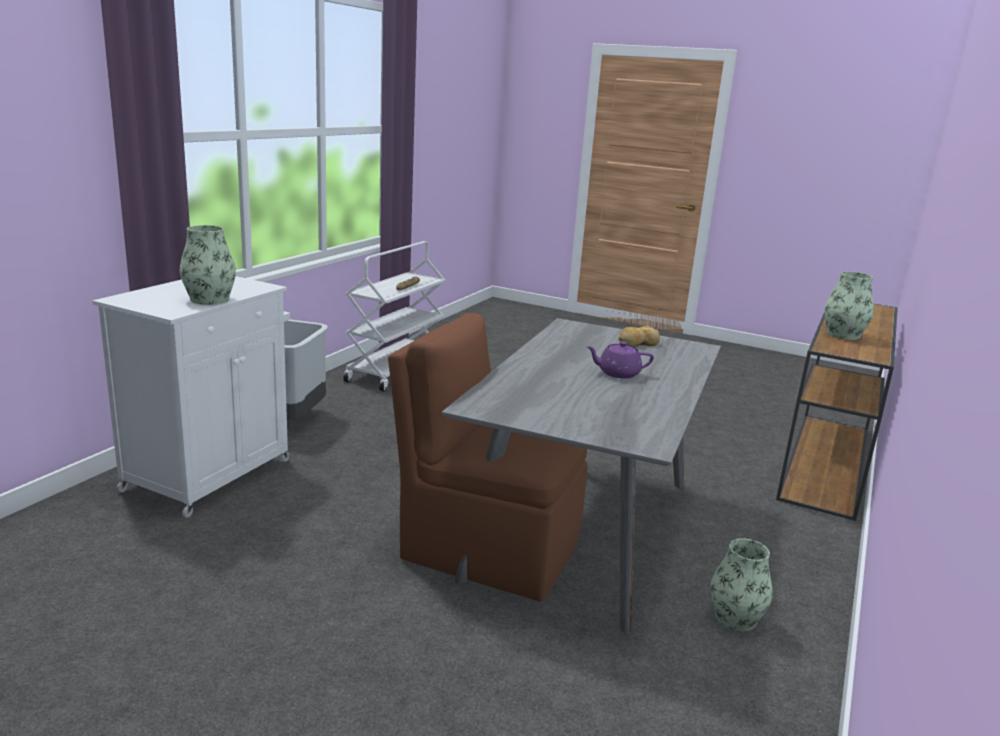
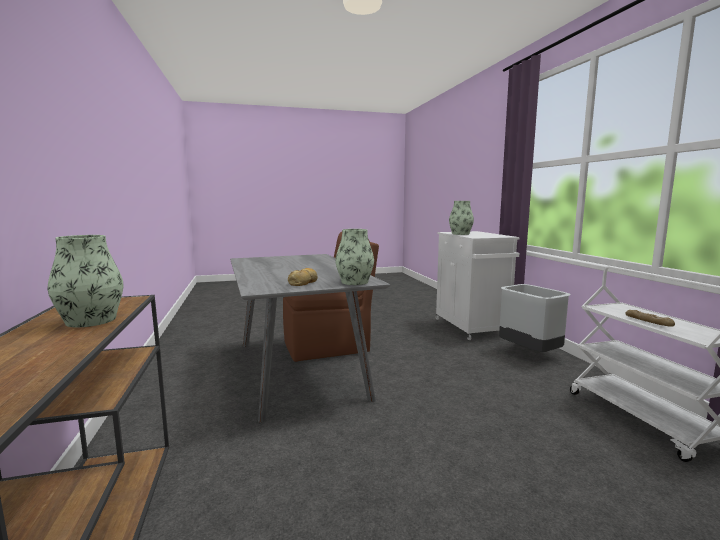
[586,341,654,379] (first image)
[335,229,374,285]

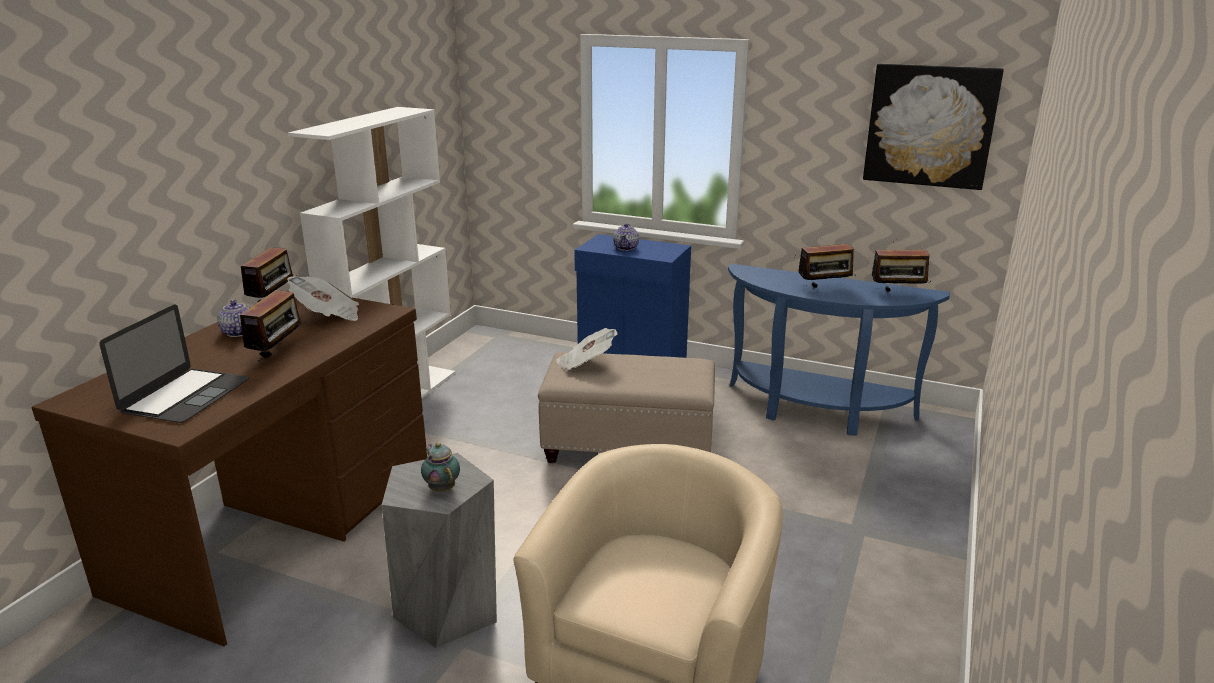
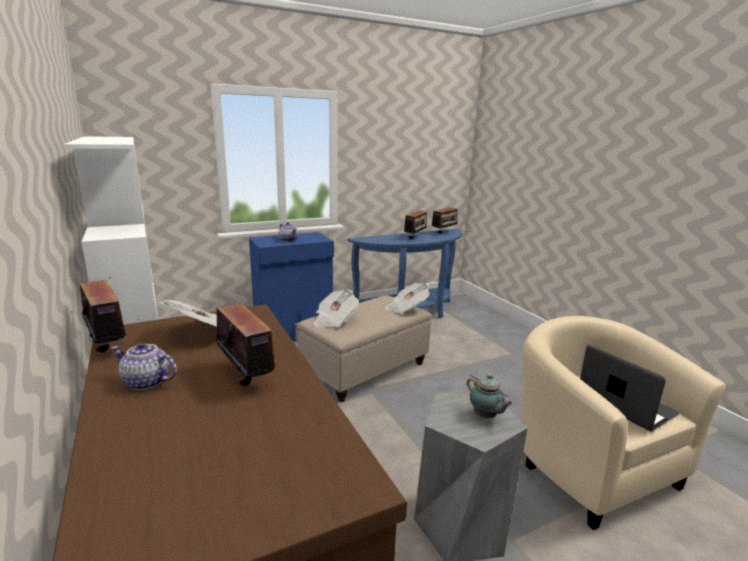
[580,345,680,431]
[467,374,513,418]
[863,64,1004,190] (first image)
[385,283,430,314]

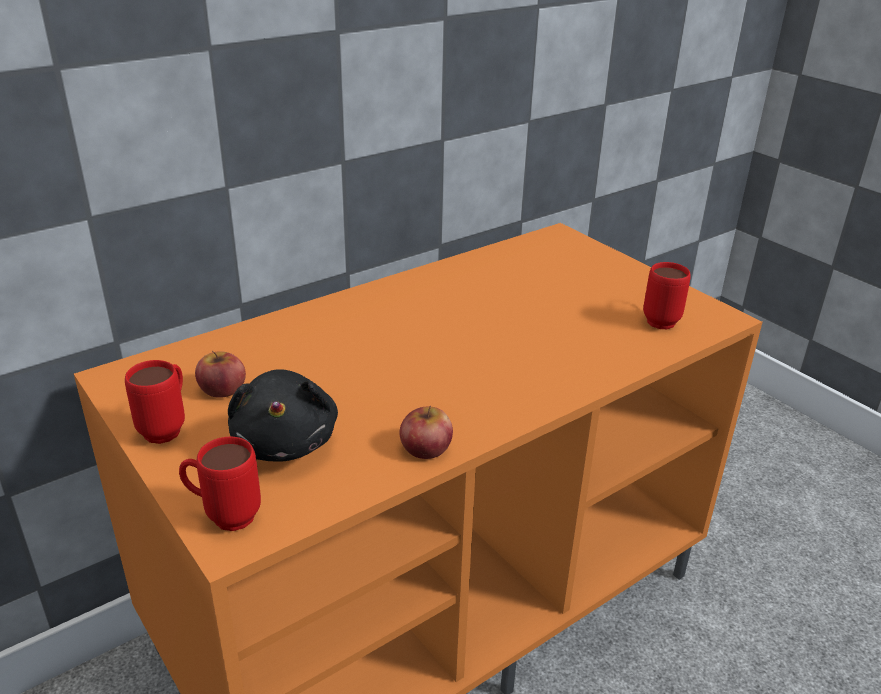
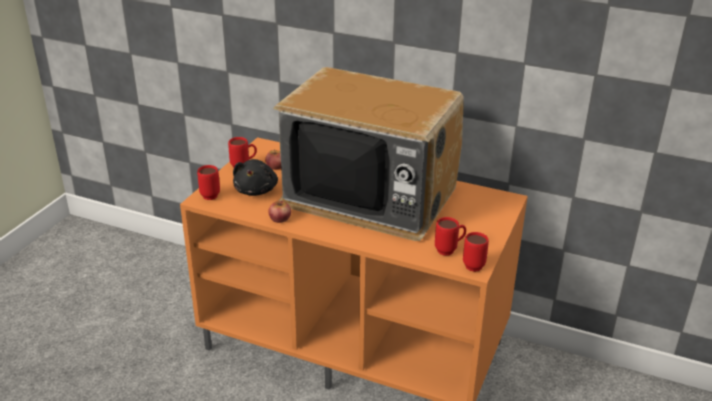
[233,159,278,196]
[273,67,464,241]
[463,232,489,272]

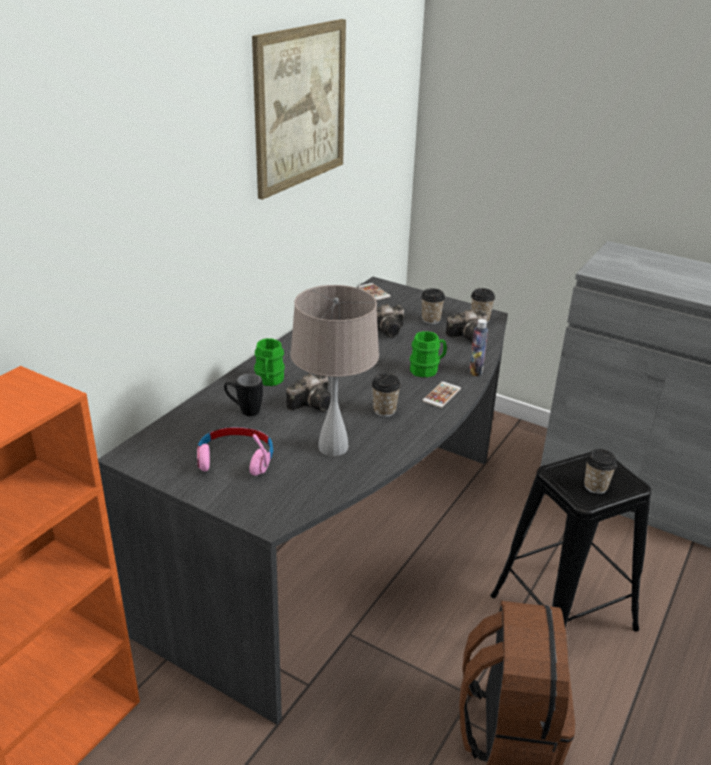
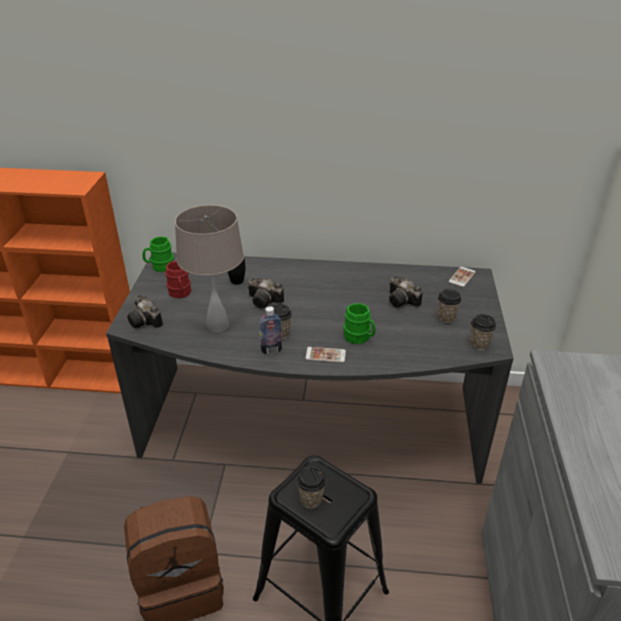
[165,261,191,298]
[252,19,346,200] (first image)
[142,237,174,272]
[127,295,163,328]
[259,306,282,354]

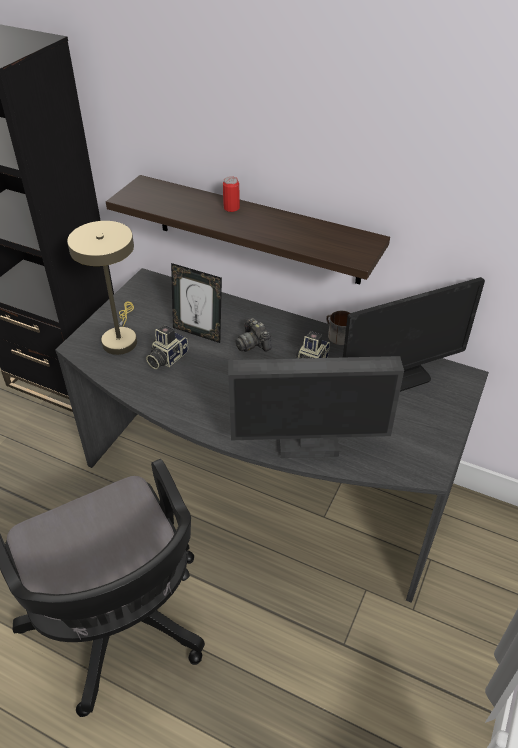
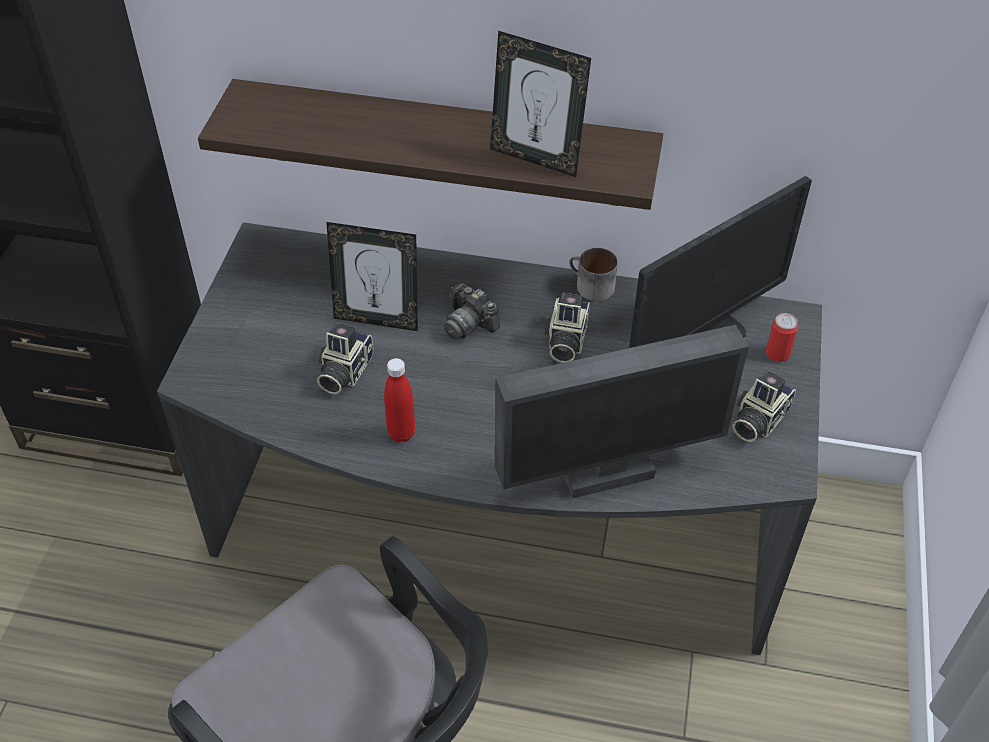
[67,221,137,355] (first image)
[765,313,798,362]
[384,358,415,442]
[490,31,591,177]
[733,370,796,442]

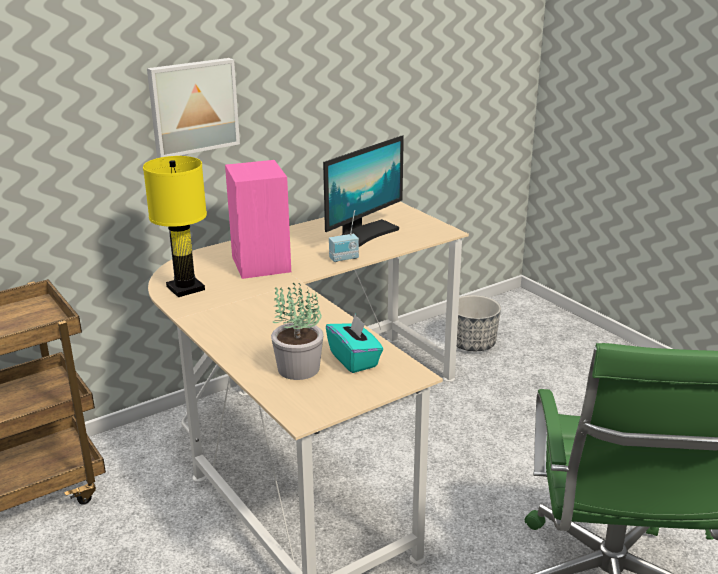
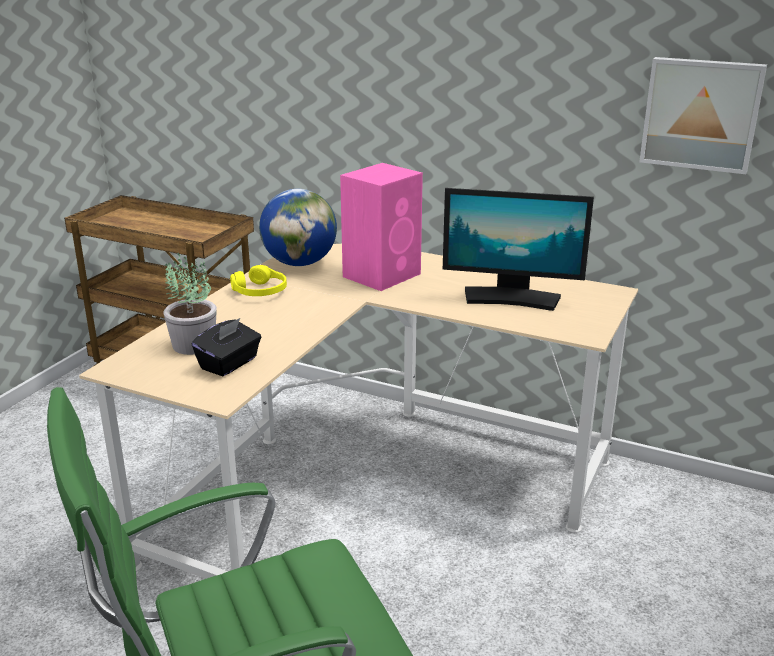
[259,189,337,266]
[639,57,767,174]
[192,318,261,376]
[329,210,359,262] (first image)
[457,295,501,351] (first image)
[230,265,287,296]

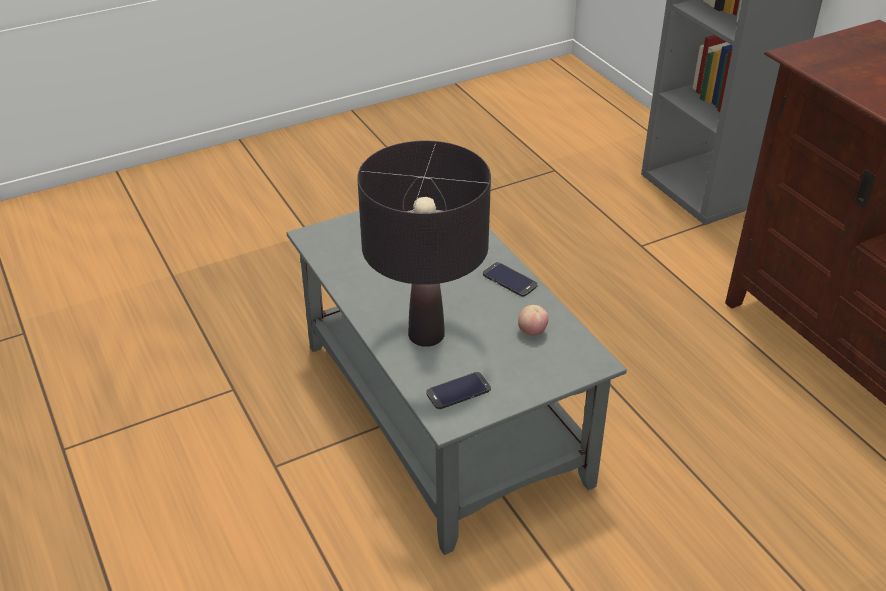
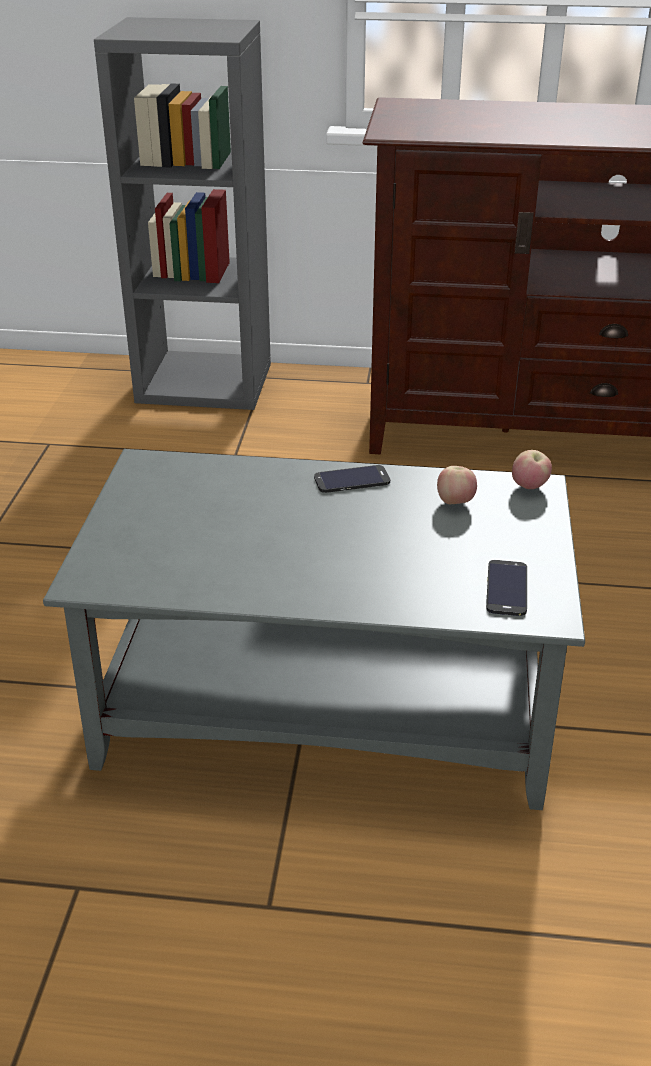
[357,141,491,347] (first image)
[512,450,552,489]

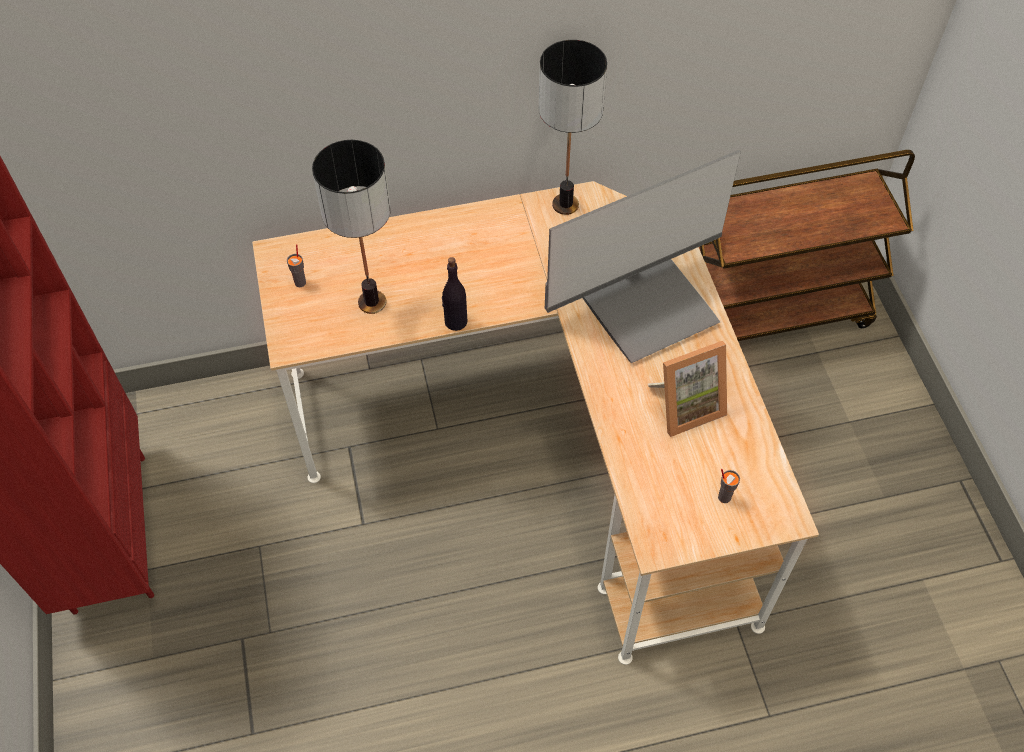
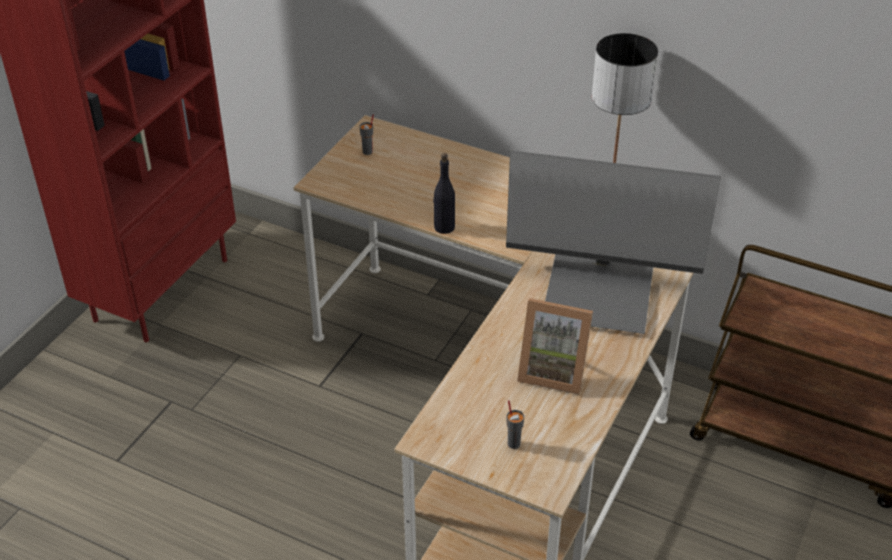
[312,140,391,314] (first image)

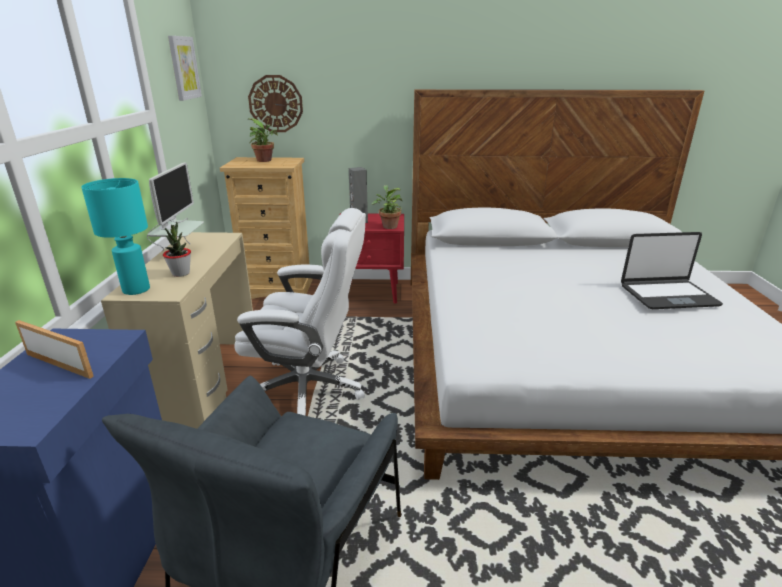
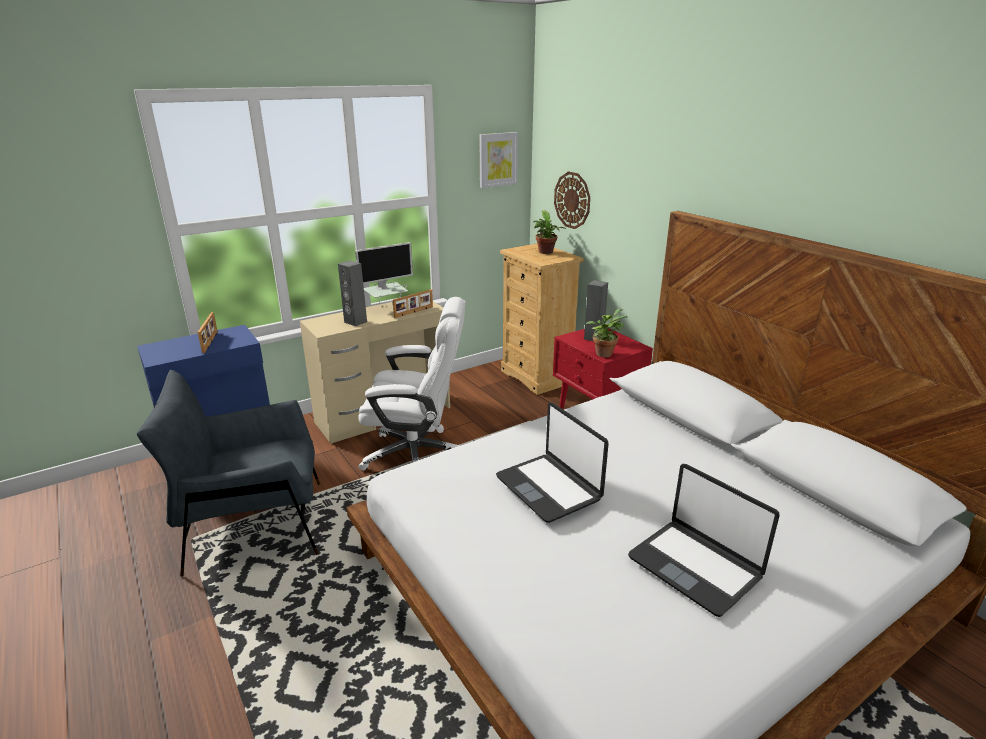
[81,178,150,295] (first image)
[338,260,367,326]
[358,297,466,471]
[393,289,433,318]
[496,402,609,523]

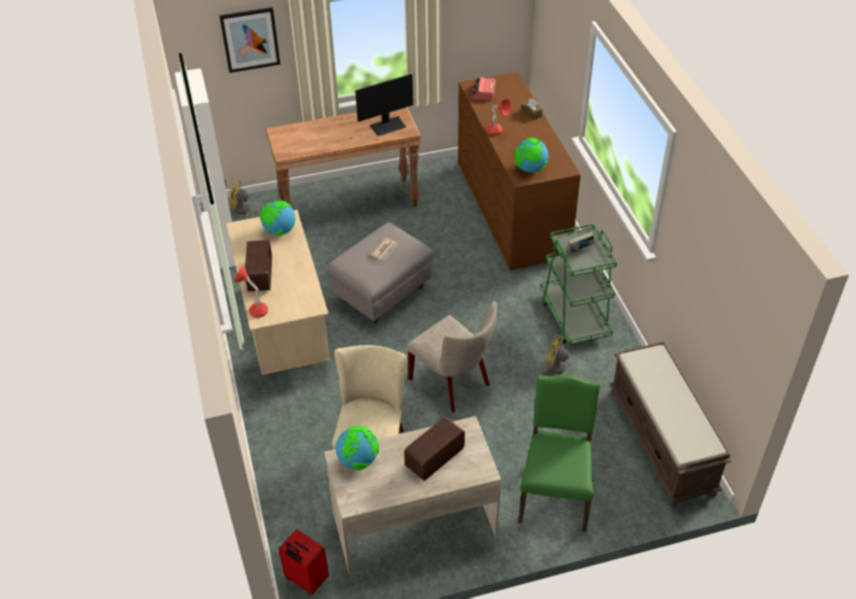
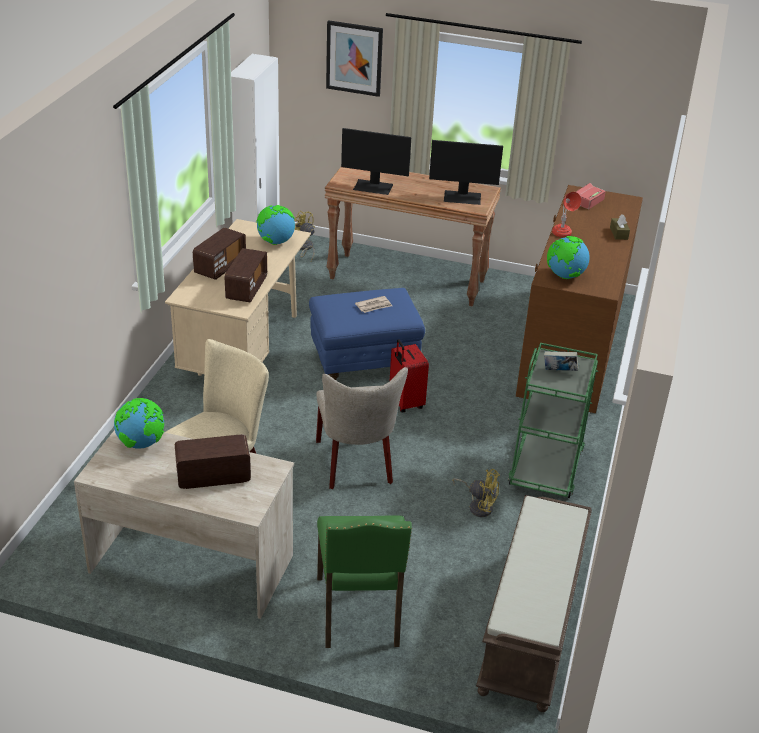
[234,266,268,318] (first image)
[390,339,429,412]
[309,288,425,380]
[317,515,412,648]
[452,469,500,517]
[225,248,267,302]
[341,128,411,195]

